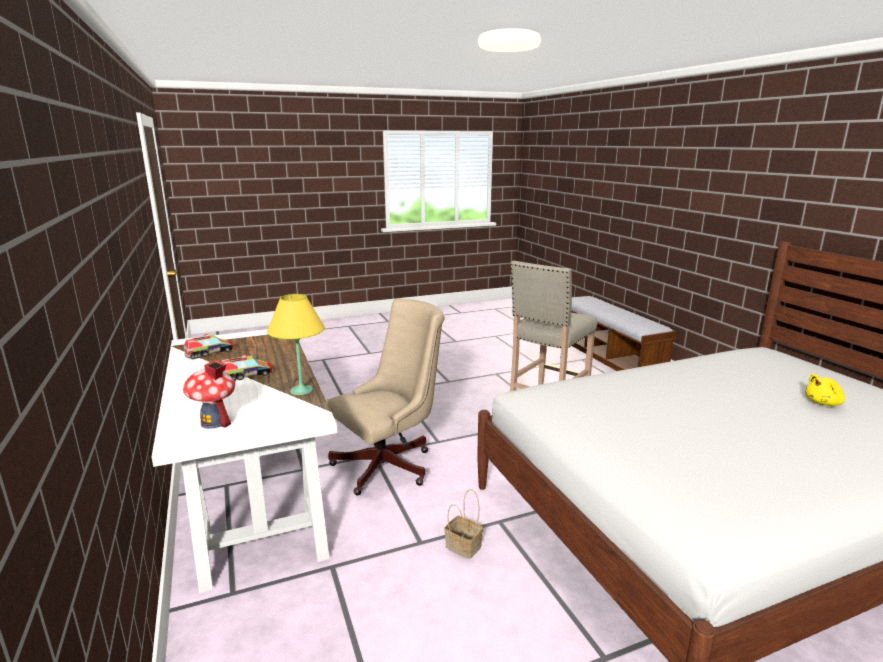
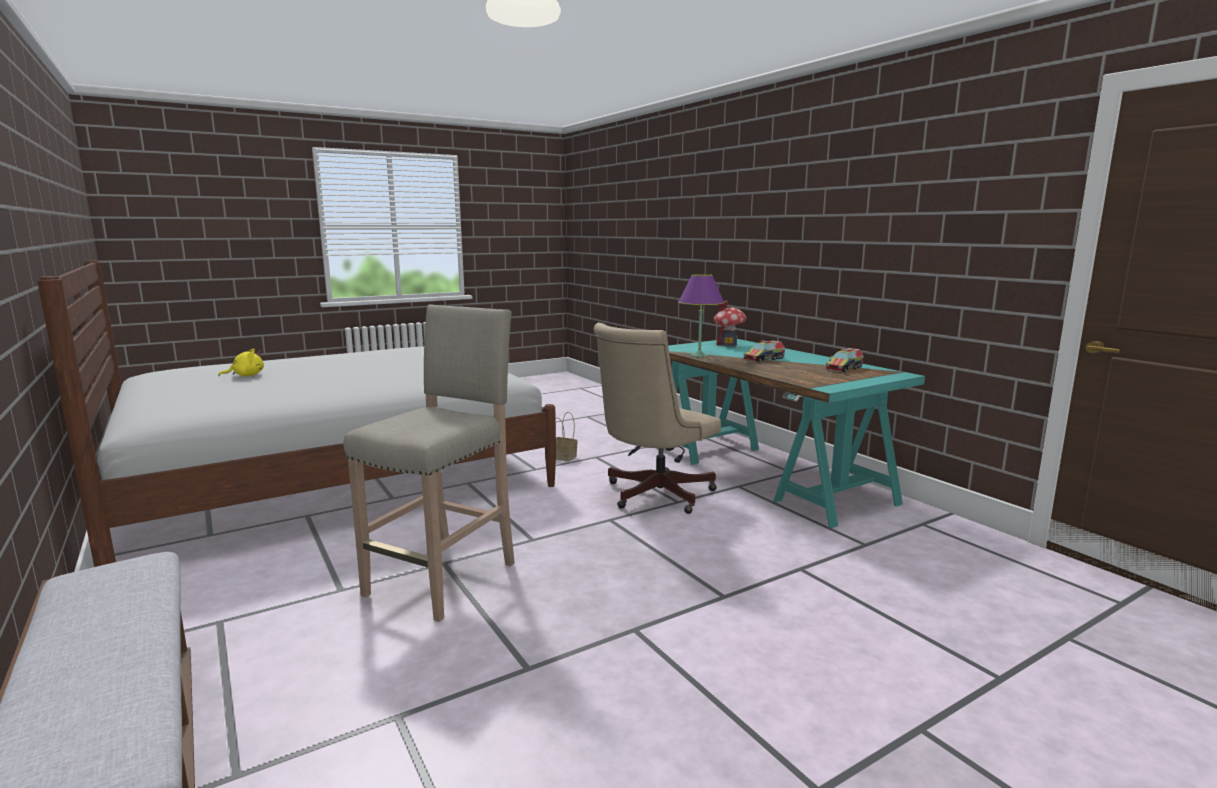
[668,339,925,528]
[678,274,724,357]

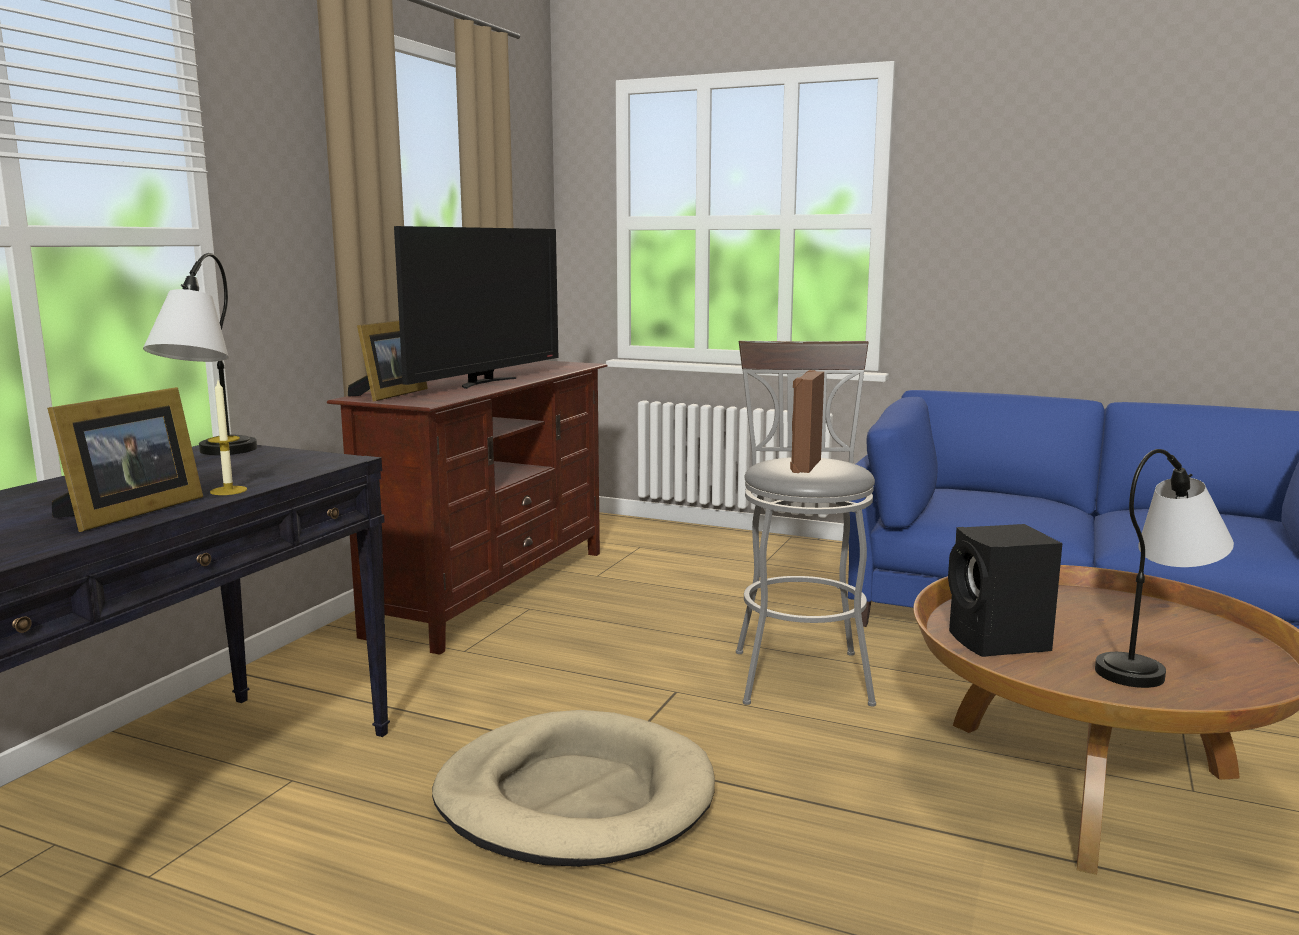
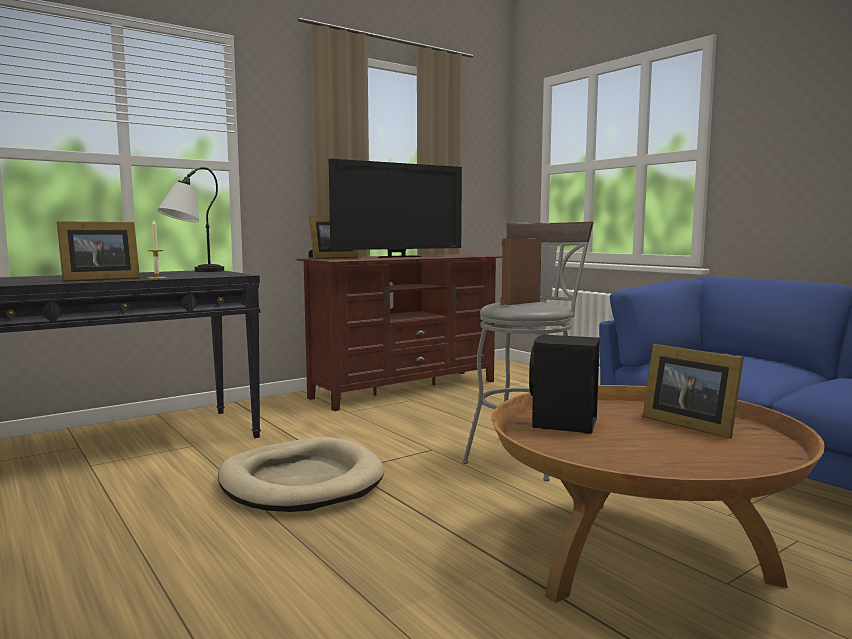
[1095,449,1234,688] (first image)
[642,344,744,439]

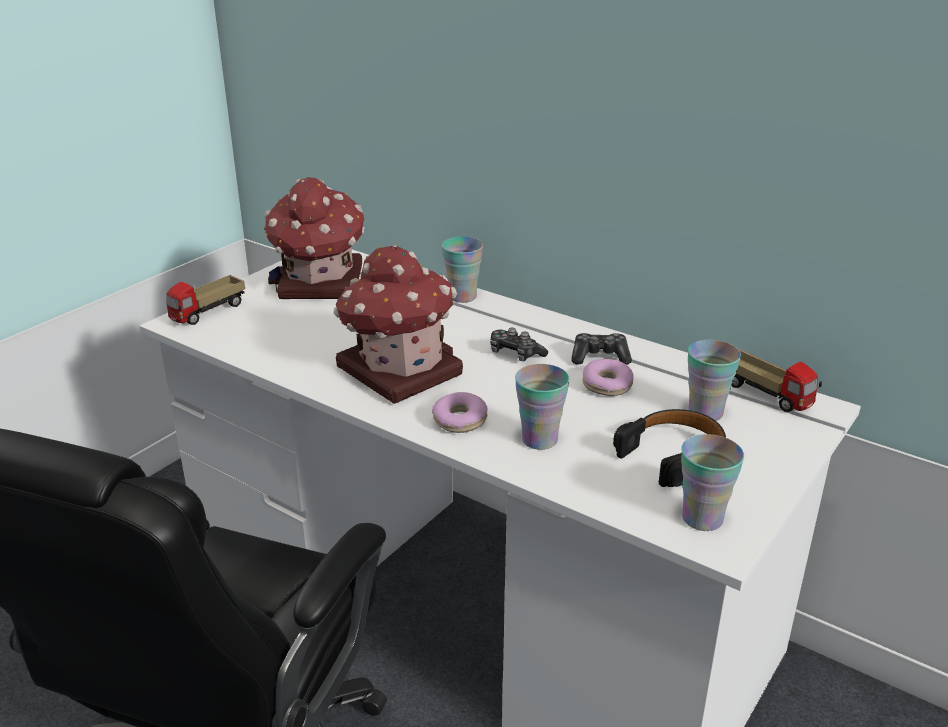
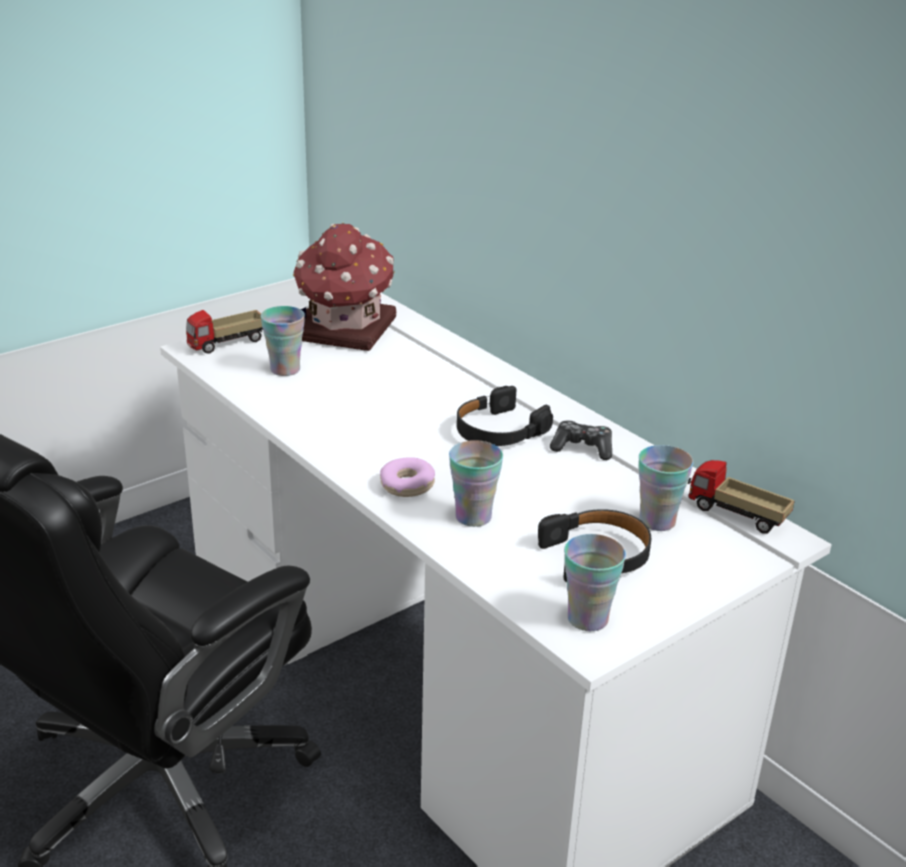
[333,245,463,404] (first image)
[260,306,305,376]
[457,386,553,446]
[582,359,634,396] (first image)
[688,460,795,533]

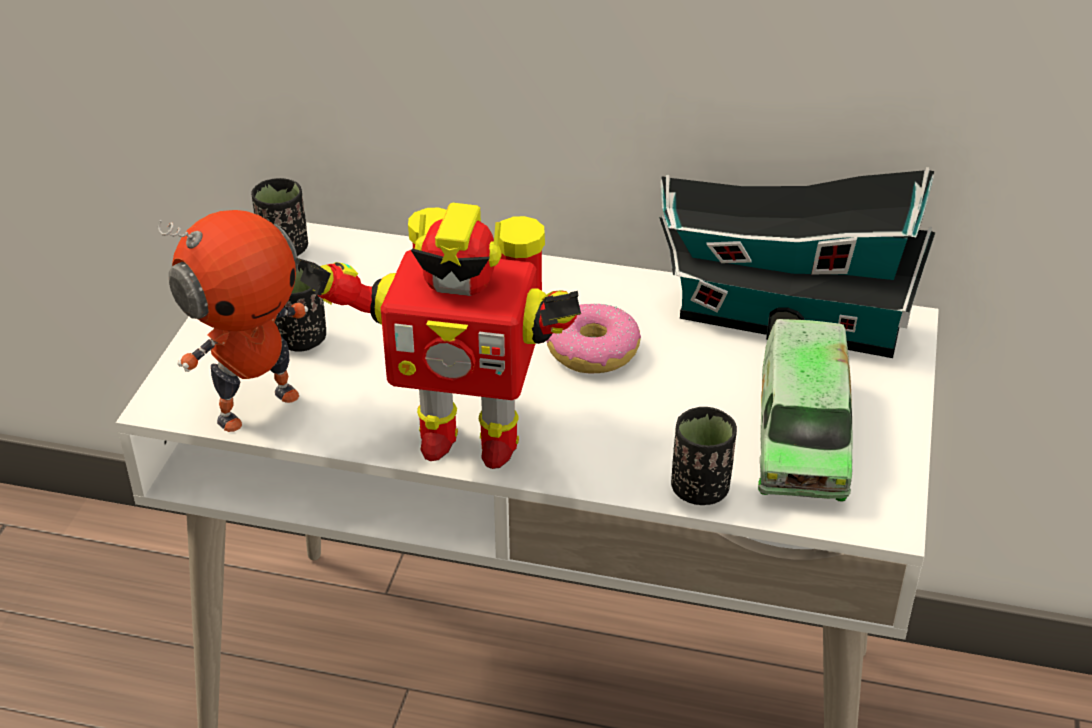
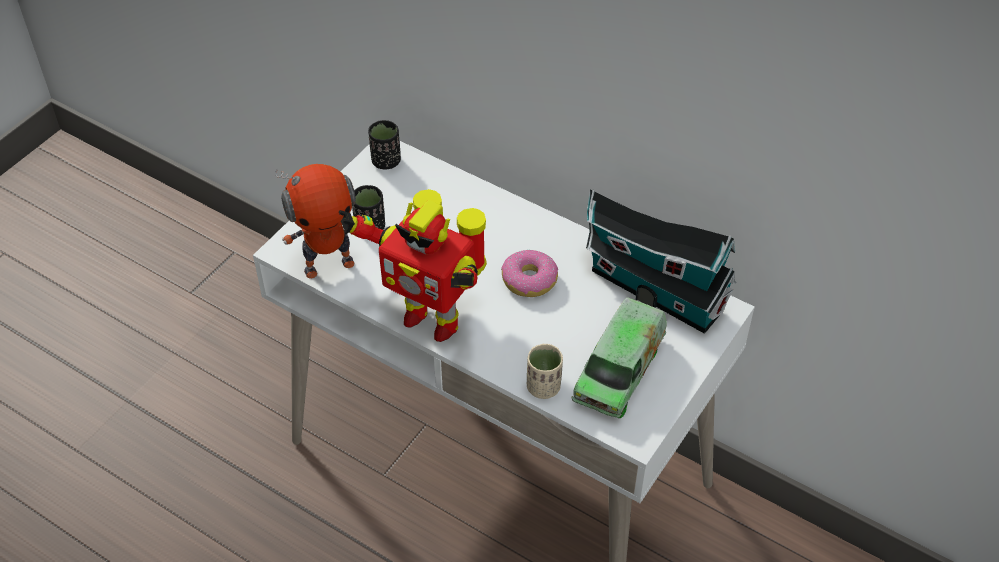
[527,344,563,399]

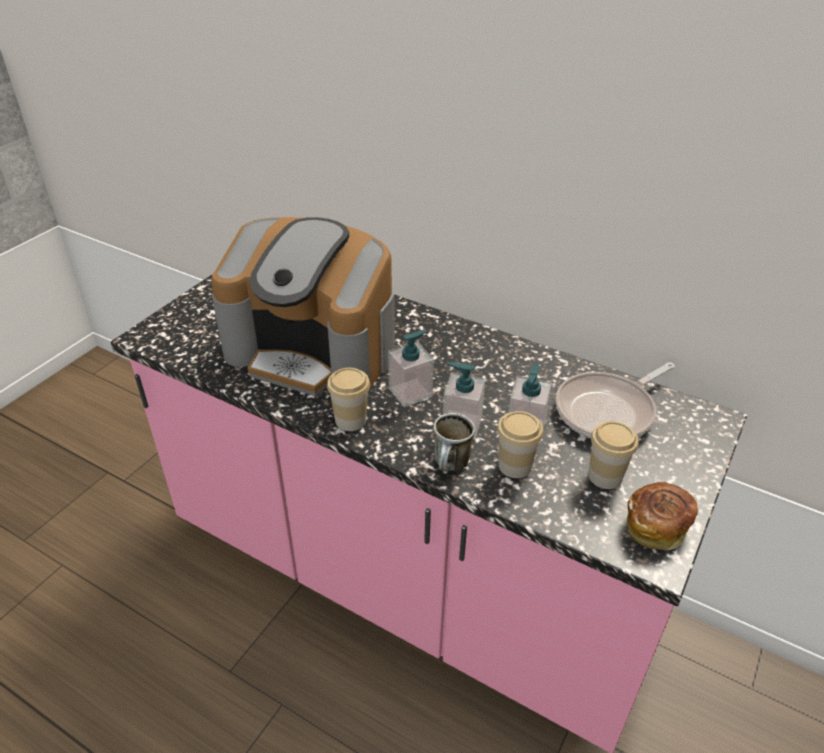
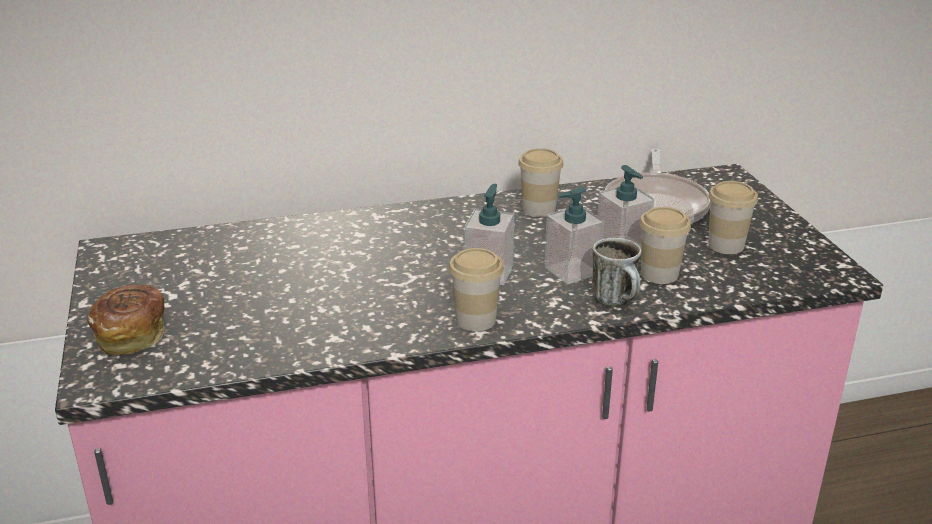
[211,217,395,396] (first image)
[87,284,165,355]
[518,148,563,217]

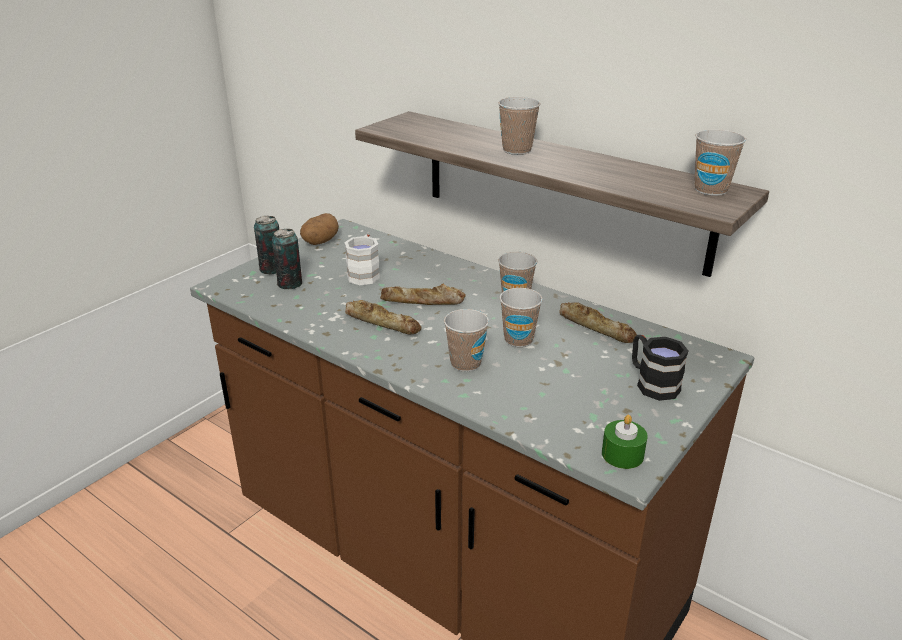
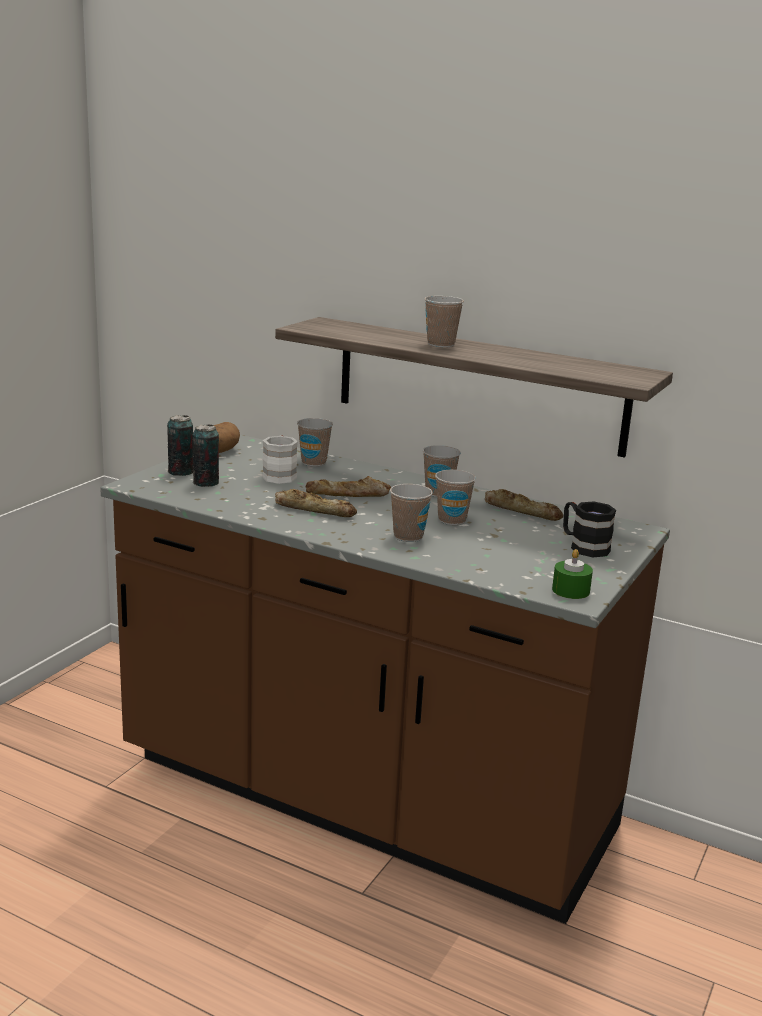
[297,418,333,466]

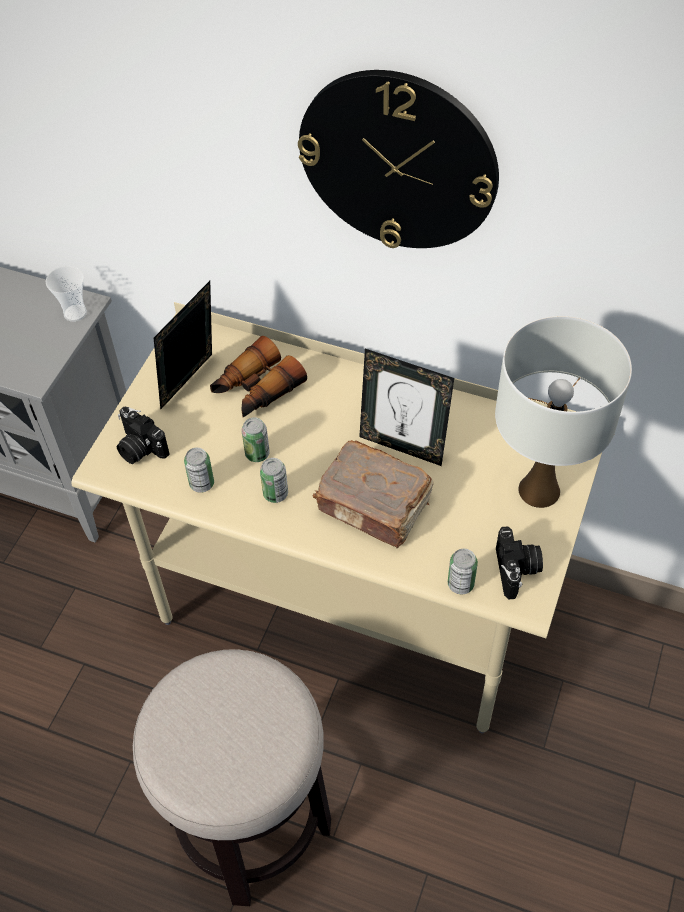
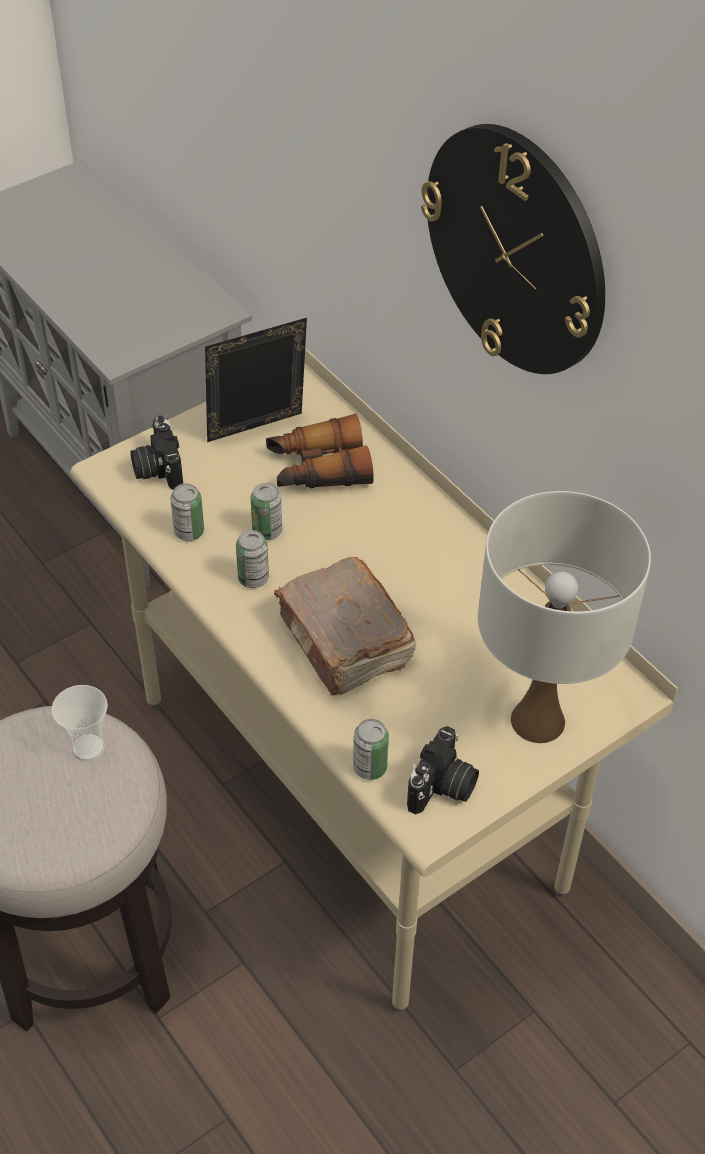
[52,685,108,761]
[359,349,454,466] (first image)

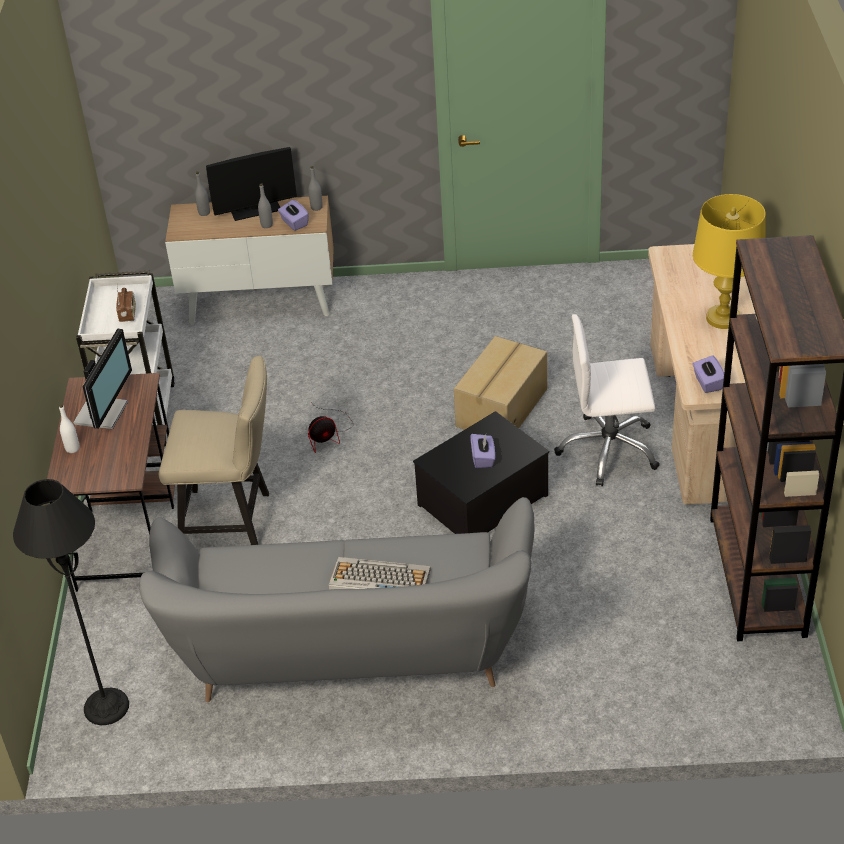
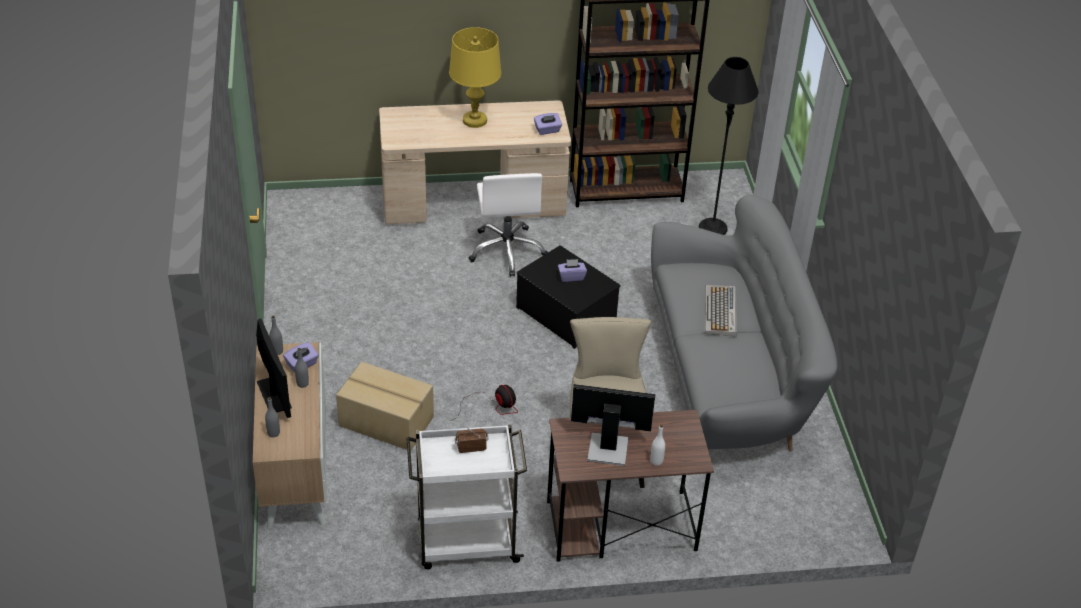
[699,57,758,235]
[336,362,434,450]

